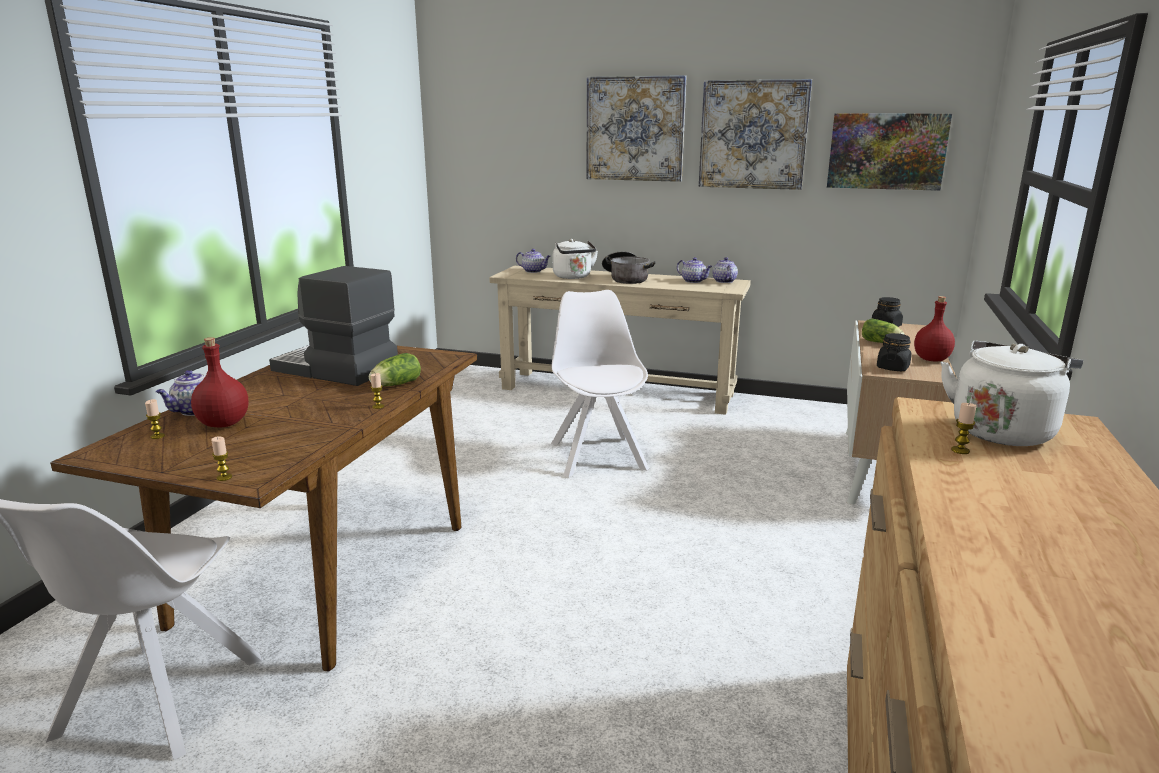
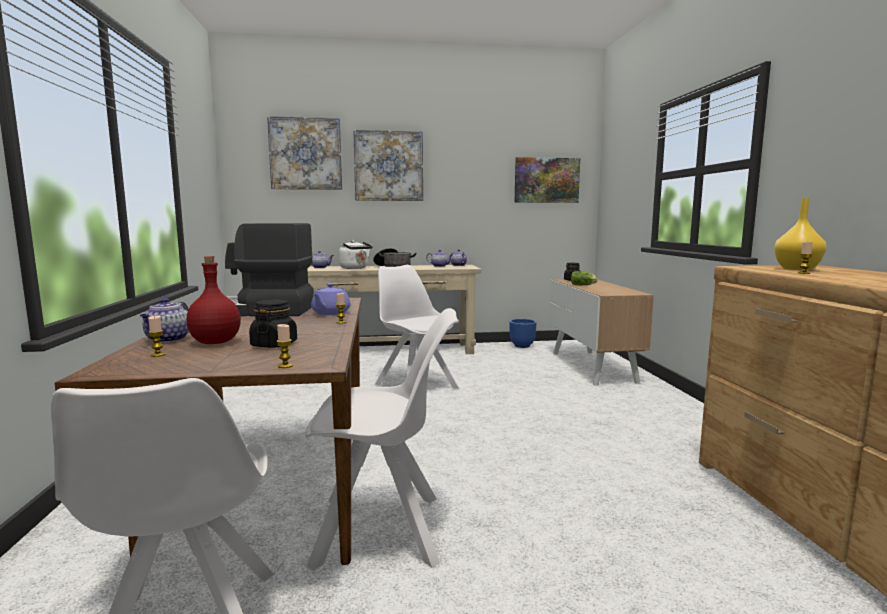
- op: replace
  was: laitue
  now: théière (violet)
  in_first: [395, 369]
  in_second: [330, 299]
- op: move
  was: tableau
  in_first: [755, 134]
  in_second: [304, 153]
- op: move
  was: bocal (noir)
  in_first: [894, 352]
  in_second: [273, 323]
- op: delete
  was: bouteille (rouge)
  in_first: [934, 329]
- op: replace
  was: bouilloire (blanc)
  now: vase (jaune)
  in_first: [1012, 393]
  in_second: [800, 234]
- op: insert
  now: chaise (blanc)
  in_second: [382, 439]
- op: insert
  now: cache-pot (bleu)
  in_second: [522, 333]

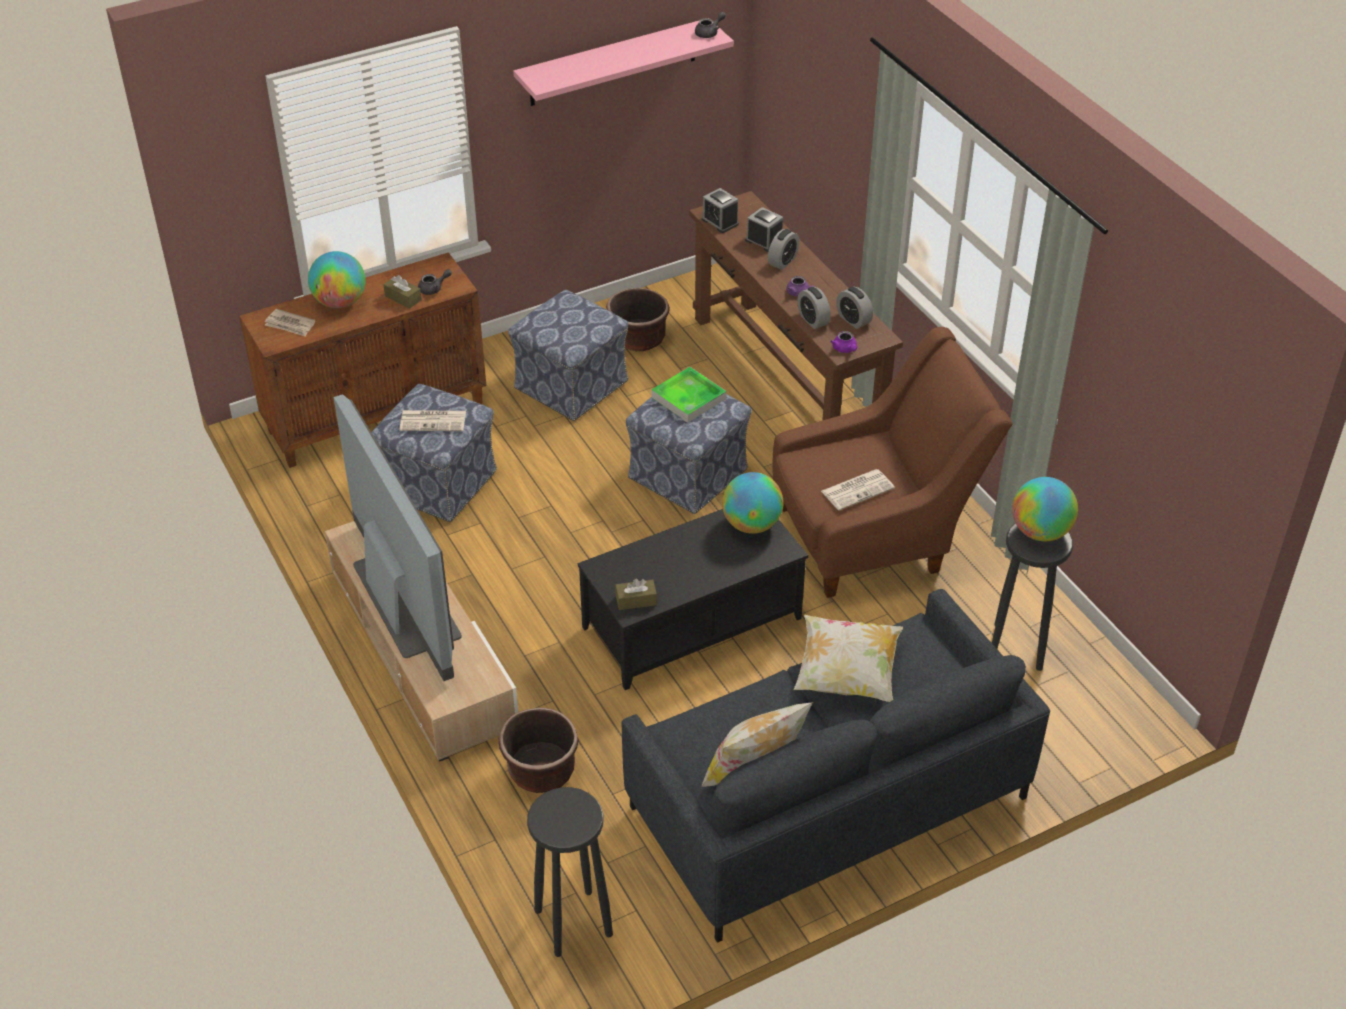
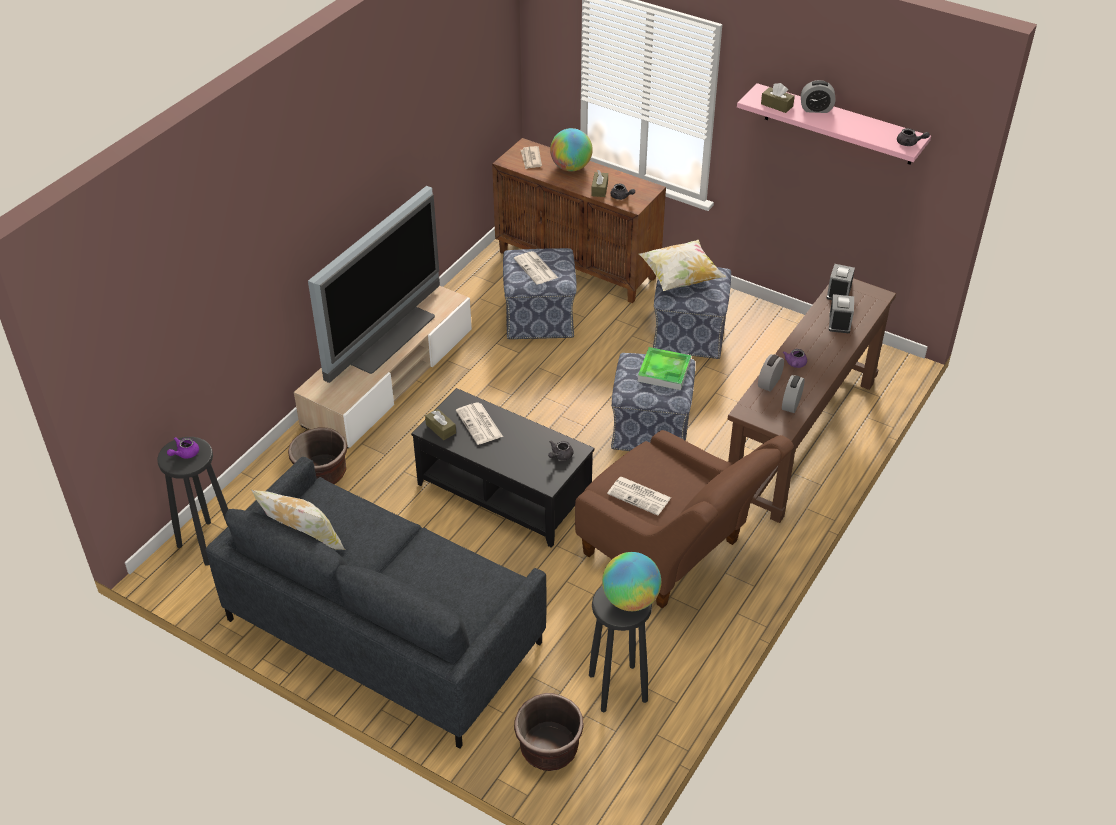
- op: move
  was: cache-pot (marron)
  in_first: [637, 319]
  in_second: [549, 732]
- op: replace
  was: globe
  now: théière (gris)
  in_first: [753, 503]
  in_second: [560, 450]
- op: move
  was: réveil
  in_first: [784, 249]
  in_second: [818, 96]
- op: move
  was: coussin
  in_first: [848, 658]
  in_second: [682, 265]
- op: move
  was: théière (violet)
  in_first: [844, 342]
  in_second: [183, 448]
- op: insert
  now: journal
  in_second: [479, 423]
- op: insert
  now: boîte à mouchoirs (marron)
  in_second: [778, 98]

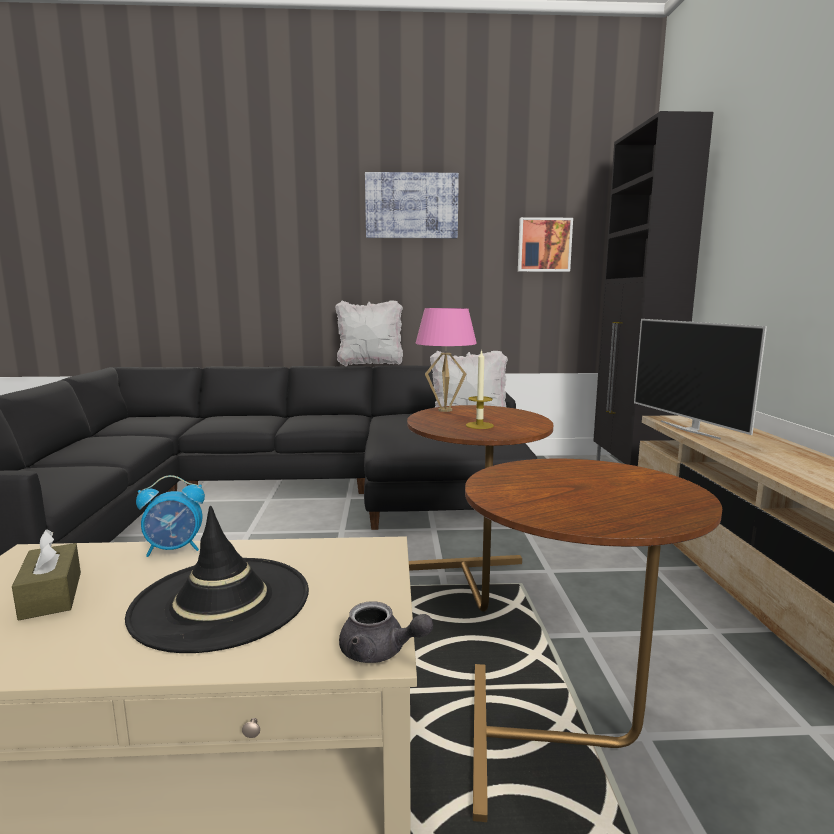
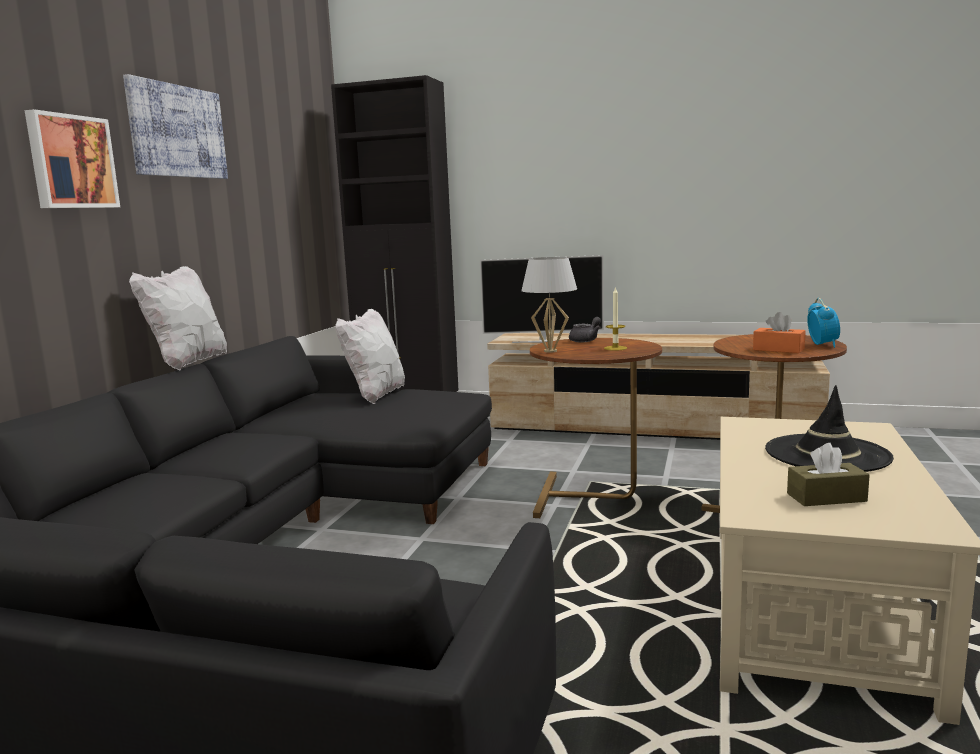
- op: move
  was: réveil
  in_first: [170, 516]
  in_second: [823, 323]
- op: move
  was: théière (gris)
  in_first: [386, 632]
  in_second: [585, 329]
- op: recolor
  was: lampe de table (rose)
  now: lampe de table (blanc)
  in_first: [446, 360]
  in_second: [549, 305]
- op: move
  was: tableau
  in_first: [545, 244]
  in_second: [72, 158]
- op: insert
  now: boîte à mouchoirs (orange)
  in_second: [779, 332]

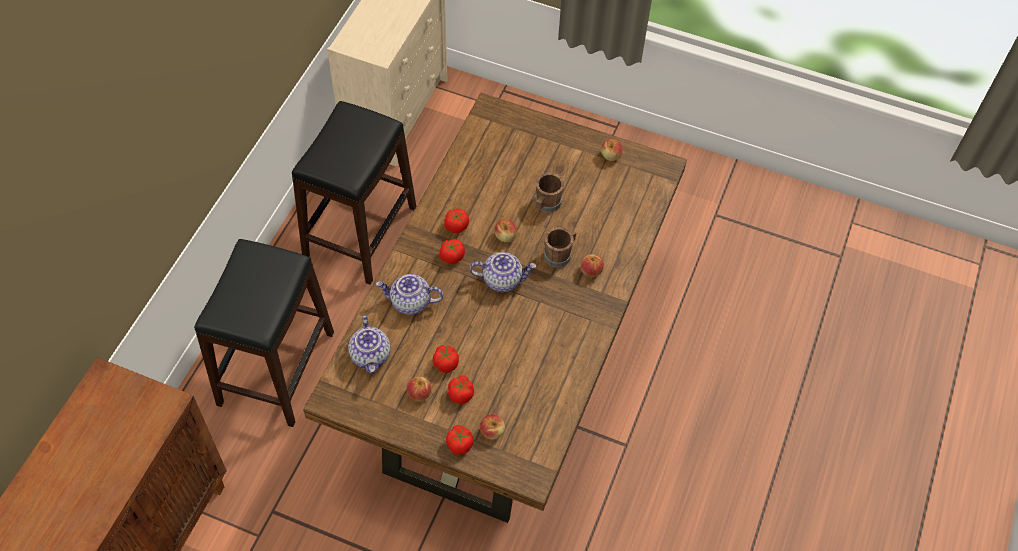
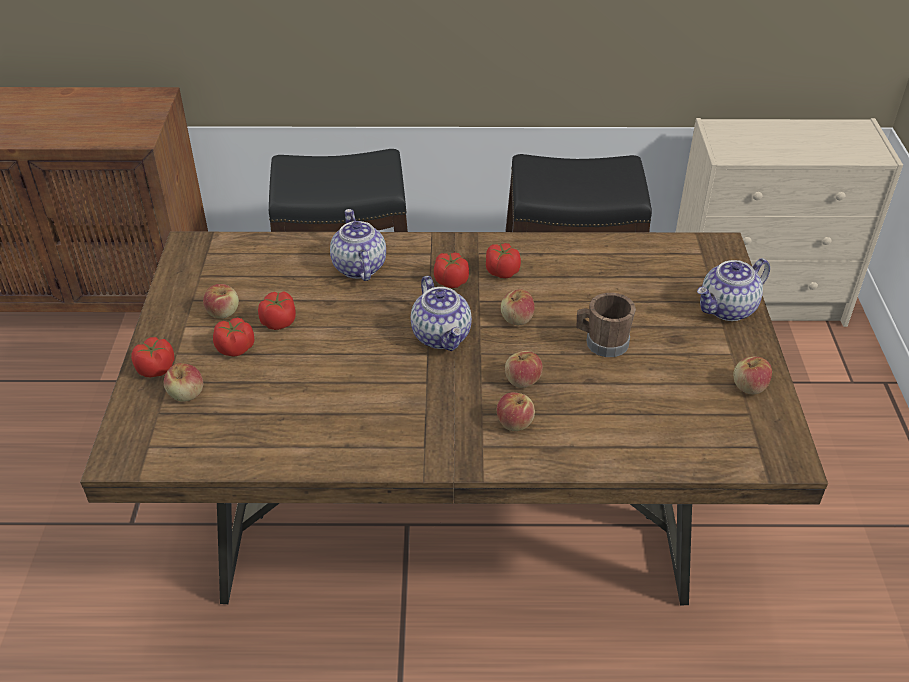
- op: move
  was: théière
  in_first: [369, 344]
  in_second: [733, 289]
- op: replace
  was: mug (marron)
  now: pomme
  in_first: [560, 247]
  in_second: [524, 369]

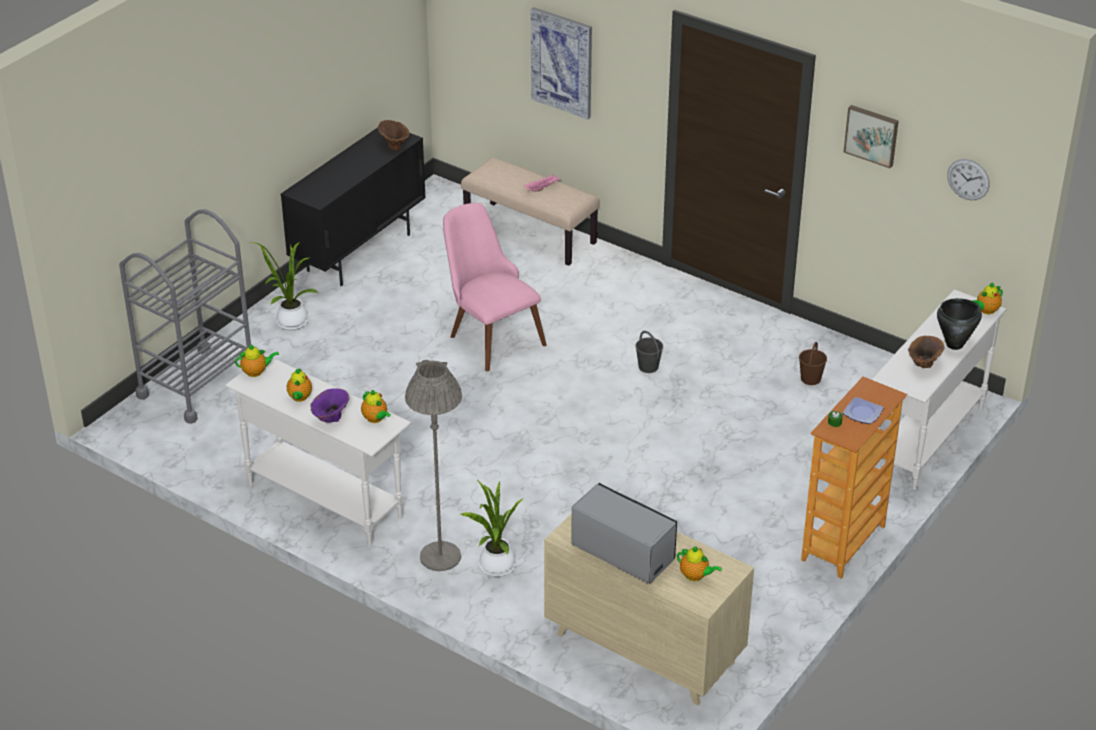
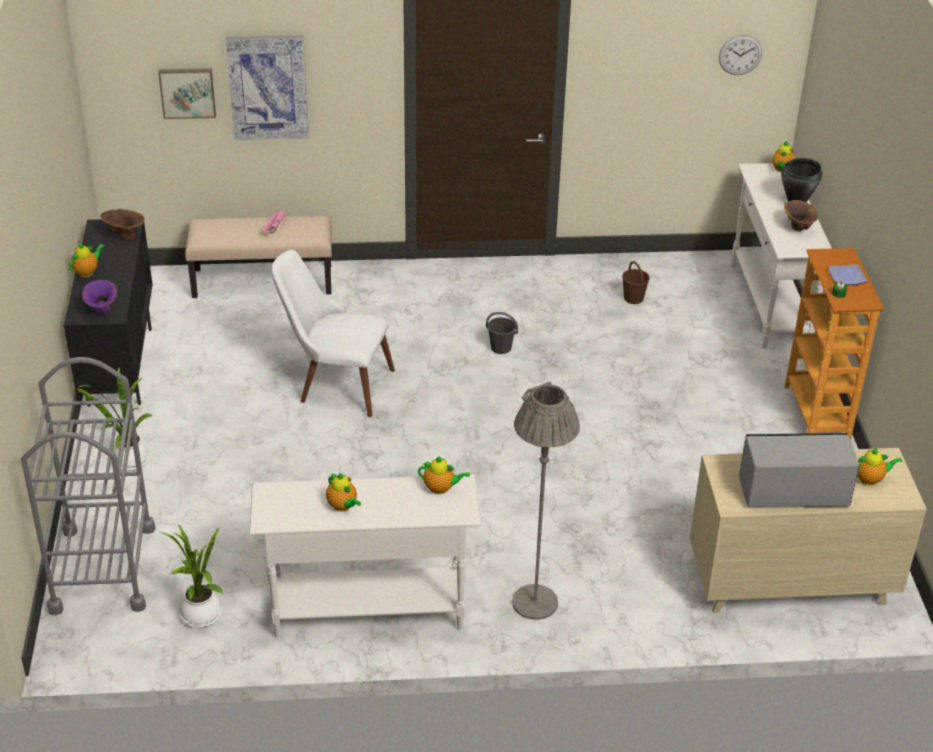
- op: move
  was: théière
  in_first: [257, 360]
  in_second: [86, 259]
- op: move
  was: vase (violet)
  in_first: [329, 405]
  in_second: [99, 297]
- op: recolor
  was: chaise (rose)
  now: chaise (blanc)
  in_first: [494, 287]
  in_second: [333, 333]
- op: move
  was: plante en pot
  in_first: [493, 528]
  in_second: [191, 576]
- op: move
  was: tableau
  in_first: [871, 136]
  in_second: [187, 93]

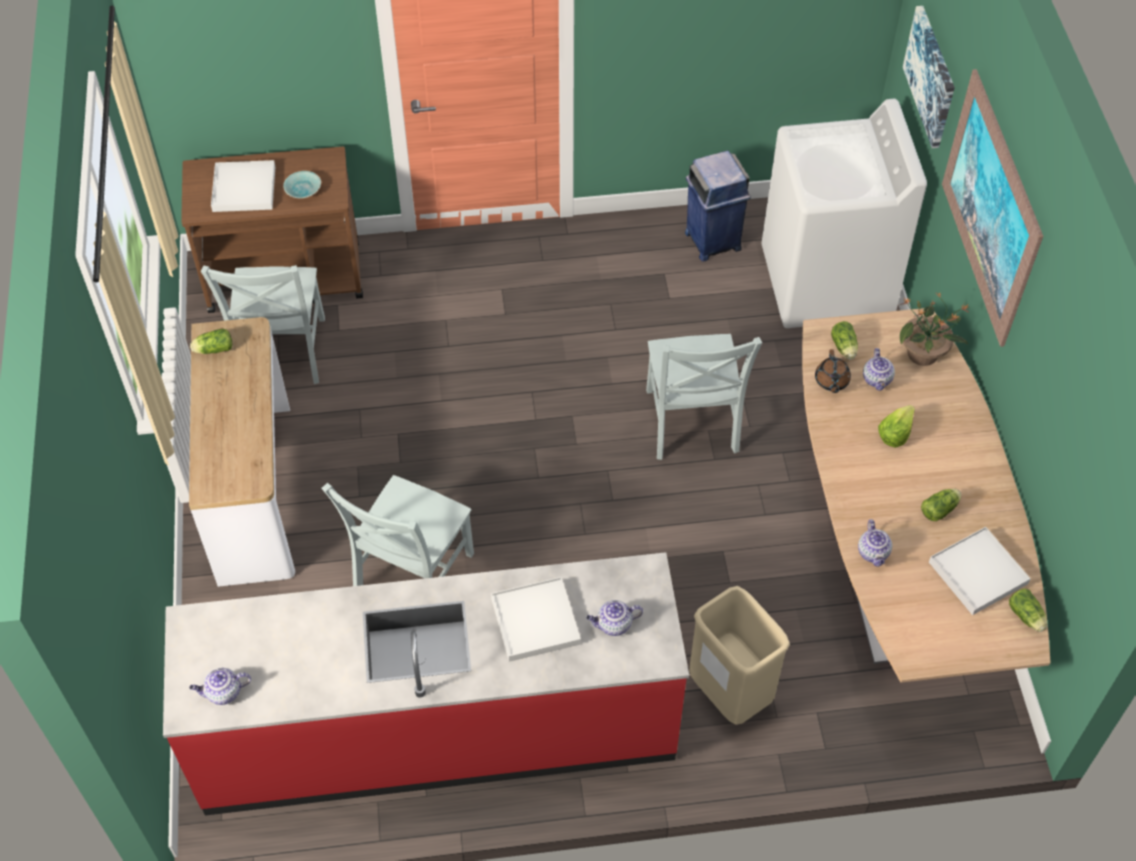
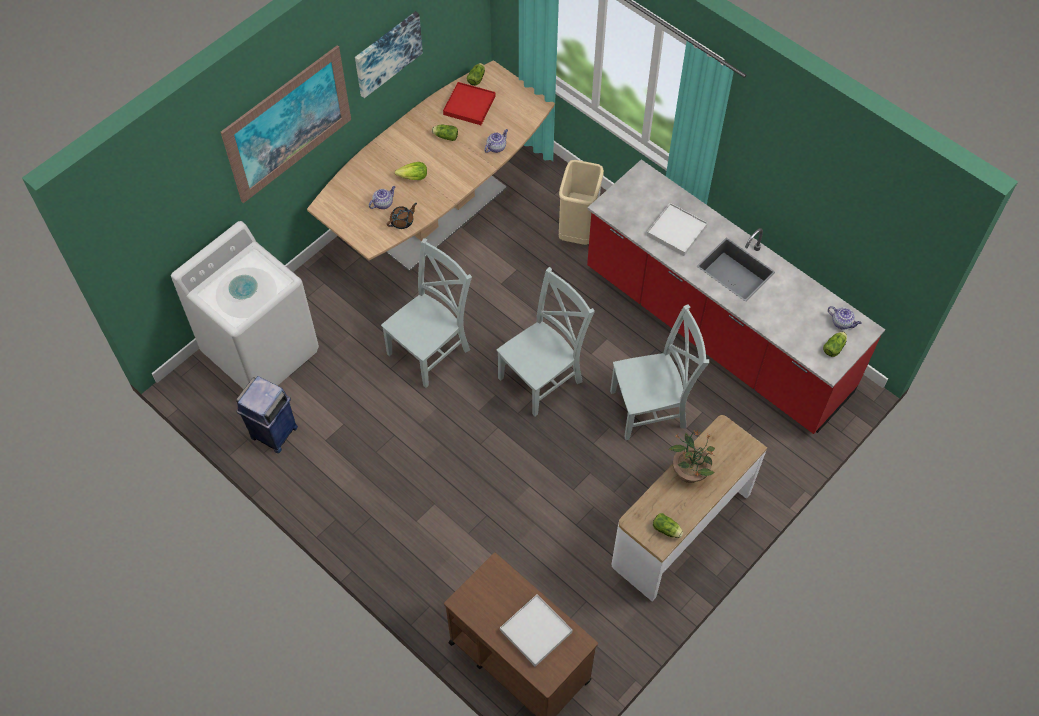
- op: move
  was: chaise (gris)
  in_first: [263, 324]
  in_second: [545, 341]
- op: move
  was: bol (turquoise)
  in_first: [302, 184]
  in_second: [243, 287]
- op: delete
  was: théière
  in_first: [614, 618]
- op: move
  was: laitue
  in_first: [844, 340]
  in_second: [835, 344]
- op: move
  was: plante en pot
  in_first: [934, 329]
  in_second: [692, 457]
- op: move
  was: tableau
  in_first: [929, 77]
  in_second: [389, 54]
- op: recolor
  was: plateau (blanc)
  now: plateau (rouge)
  in_first: [980, 571]
  in_second: [469, 103]

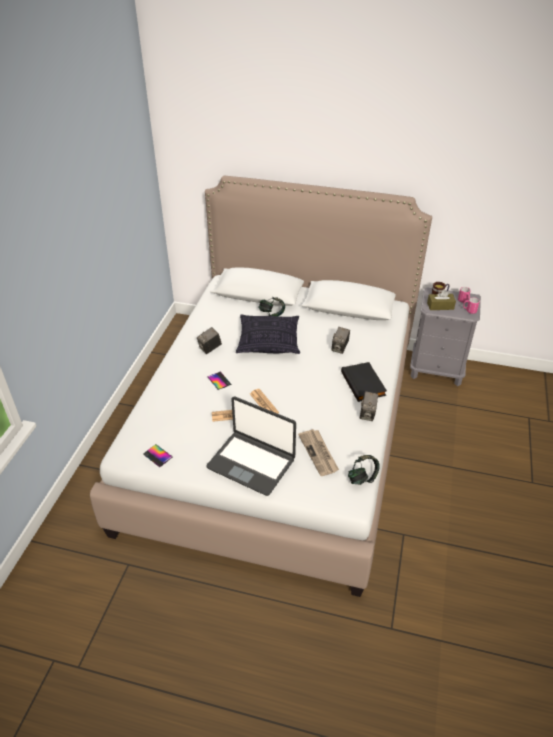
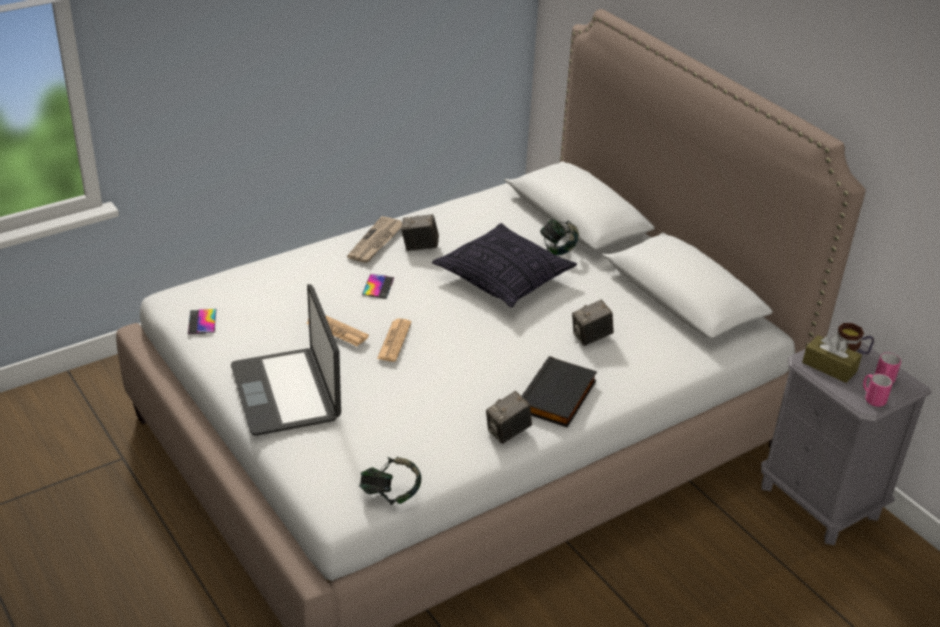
- op: move
  was: journal
  in_first: [318, 452]
  in_second: [374, 239]

